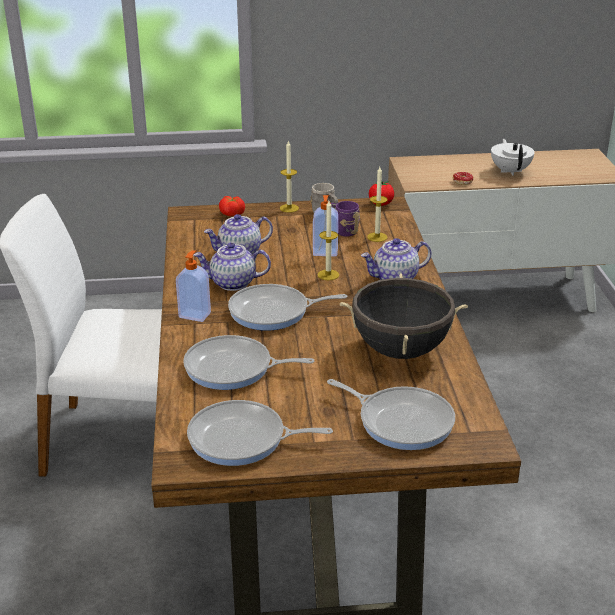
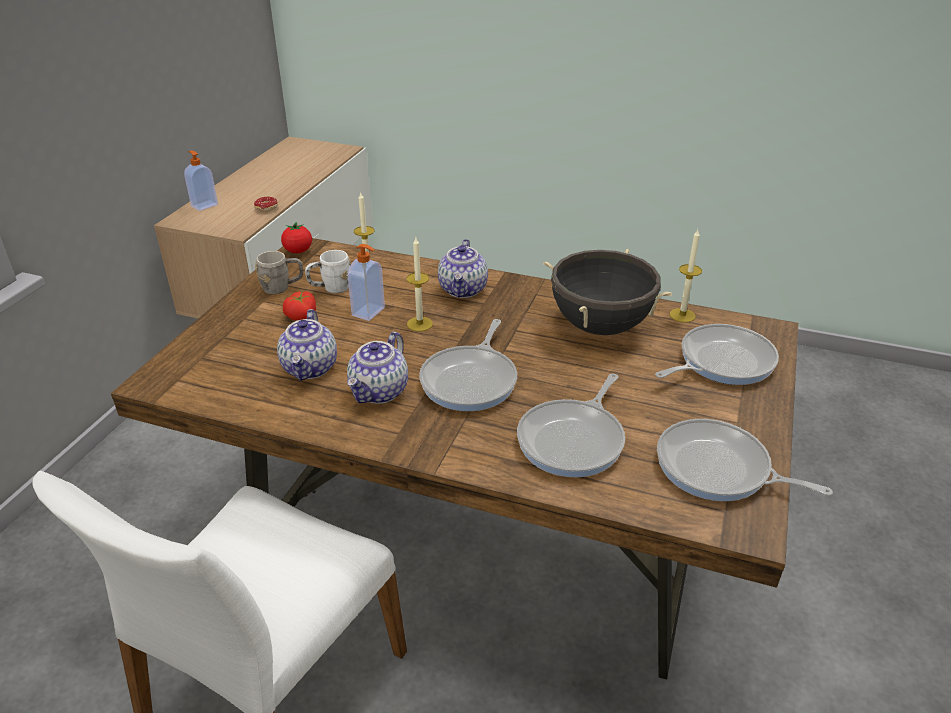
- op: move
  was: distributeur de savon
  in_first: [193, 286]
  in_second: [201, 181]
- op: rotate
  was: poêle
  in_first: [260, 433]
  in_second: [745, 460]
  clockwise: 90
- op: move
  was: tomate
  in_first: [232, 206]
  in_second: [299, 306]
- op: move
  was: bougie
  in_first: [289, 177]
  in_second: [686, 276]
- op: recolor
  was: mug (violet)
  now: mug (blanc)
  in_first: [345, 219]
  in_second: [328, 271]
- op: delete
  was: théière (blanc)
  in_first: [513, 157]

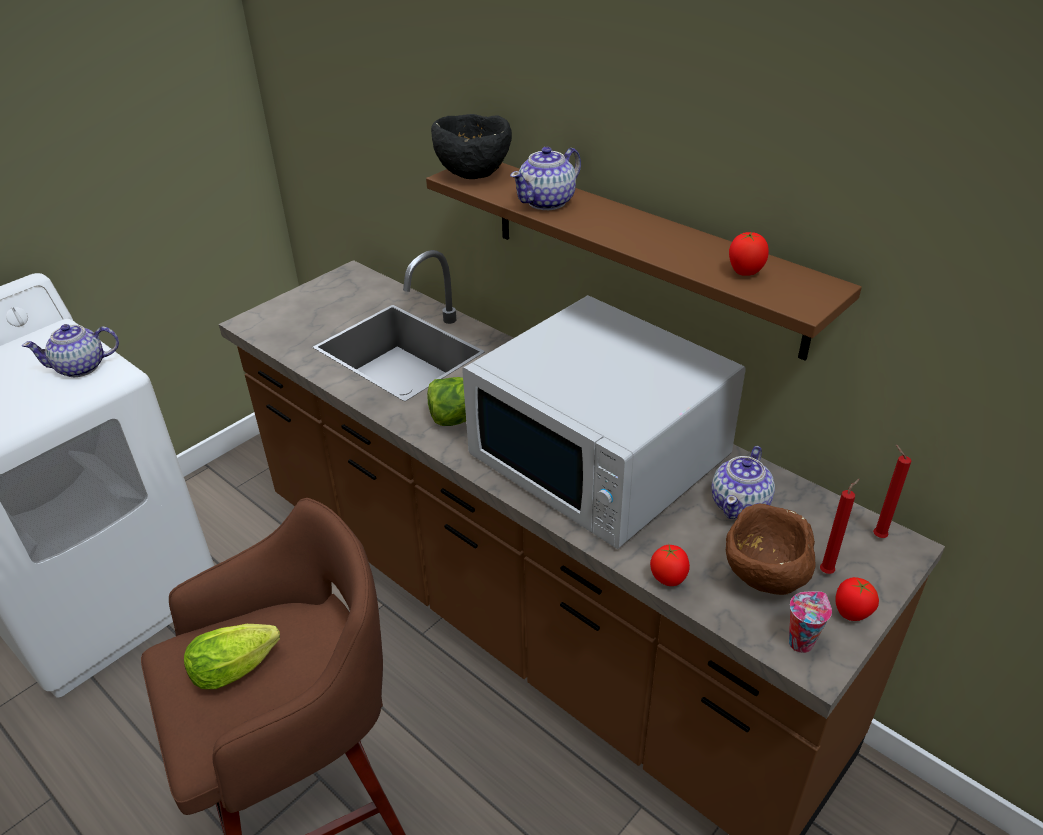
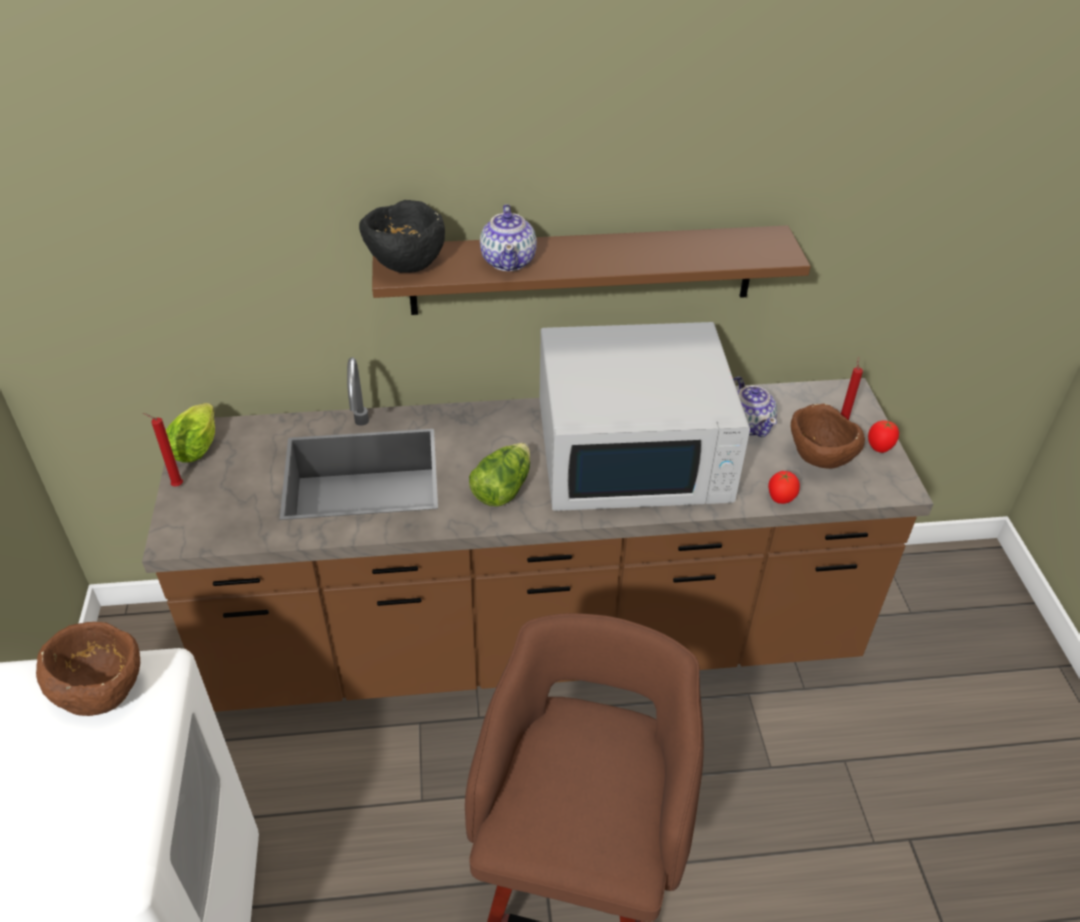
- op: replace
  was: théière
  now: bol (marron)
  in_first: [70, 350]
  in_second: [88, 669]
- op: move
  was: laitue
  in_first: [232, 656]
  in_second: [190, 433]
- op: delete
  was: tomate
  in_first: [749, 254]
- op: delete
  was: tasse
  in_first: [810, 622]
- op: move
  was: bougie (rouge)
  in_first: [892, 491]
  in_second: [163, 449]

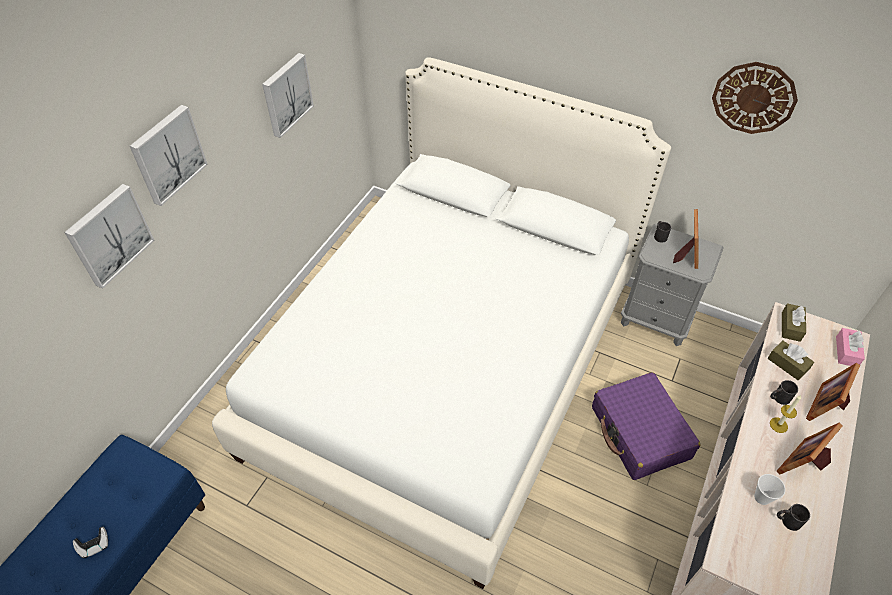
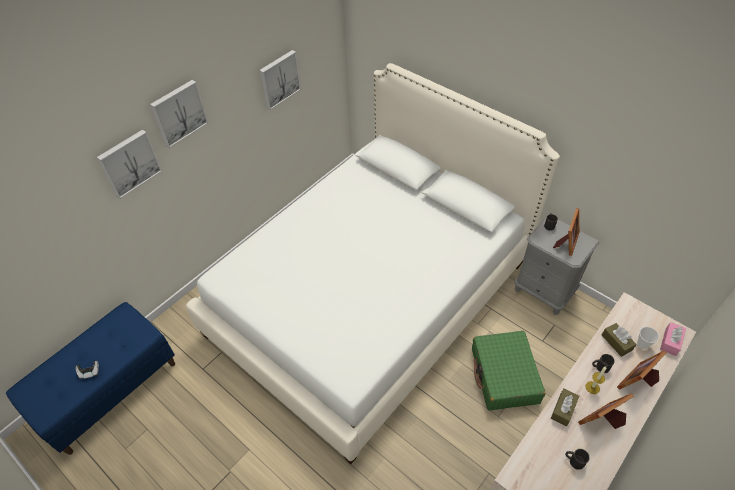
- op: recolor
  was: valise (violet)
  now: valise (vert)
  in_first: [646, 426]
  in_second: [508, 371]
- op: delete
  was: horloge murale
  in_first: [755, 98]
- op: move
  was: tasse
  in_first: [770, 489]
  in_second: [648, 338]
- op: move
  was: boîte à mouchoirs (marron)
  in_first: [794, 322]
  in_second: [565, 407]

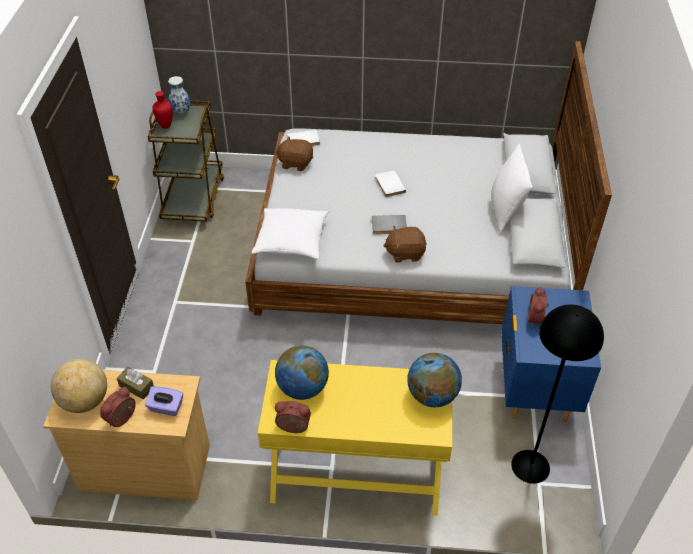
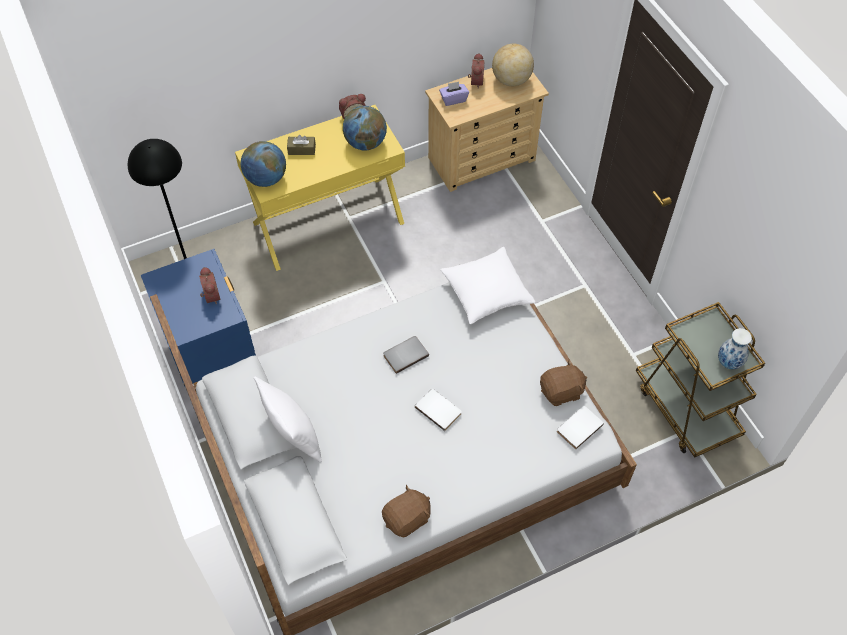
- op: move
  was: boîte à mouchoirs (marron)
  in_first: [135, 383]
  in_second: [301, 145]
- op: delete
  was: vase (rouge)
  in_first: [163, 110]
- op: move
  was: peluche (marron)
  in_first: [405, 243]
  in_second: [406, 511]

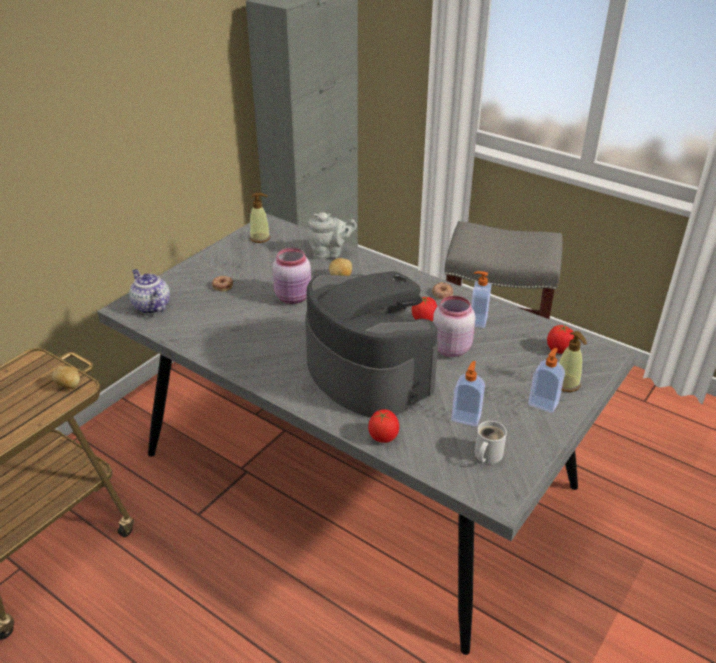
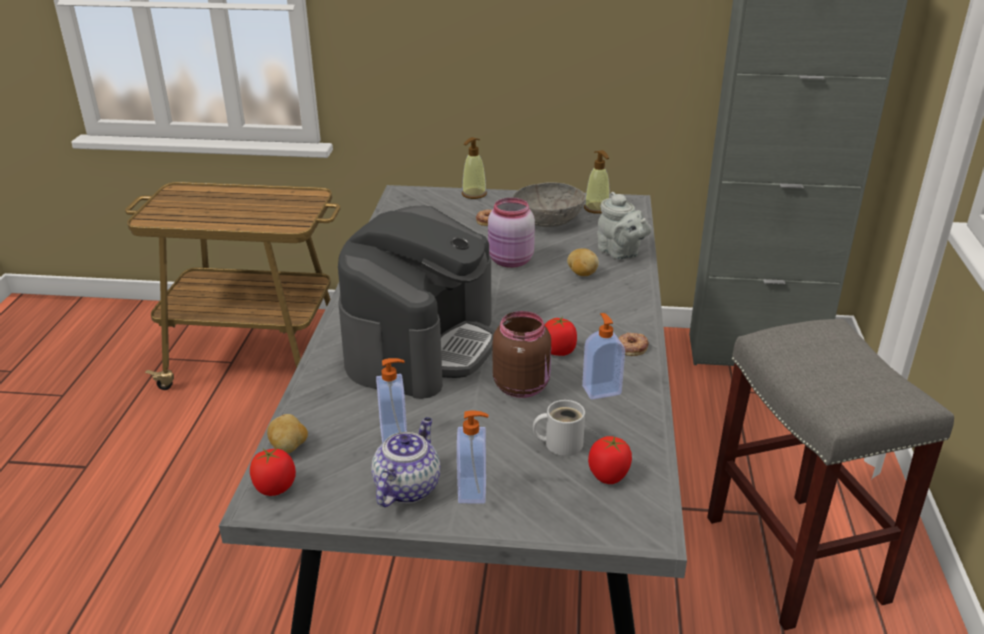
- op: move
  was: pomme de terre
  in_first: [66, 377]
  in_second: [287, 433]
- op: move
  was: théière
  in_first: [149, 291]
  in_second: [405, 462]
- op: move
  was: tomate
  in_first: [383, 426]
  in_second: [273, 471]
- op: recolor
  was: bocal (rose)
  now: bocal (marron)
  in_first: [454, 326]
  in_second: [522, 354]
- op: move
  was: mug (blanc)
  in_first: [490, 442]
  in_second: [559, 428]
- op: move
  was: distributeur de savon
  in_first: [573, 361]
  in_second: [474, 168]
- op: insert
  now: bol (gris)
  in_second: [549, 204]

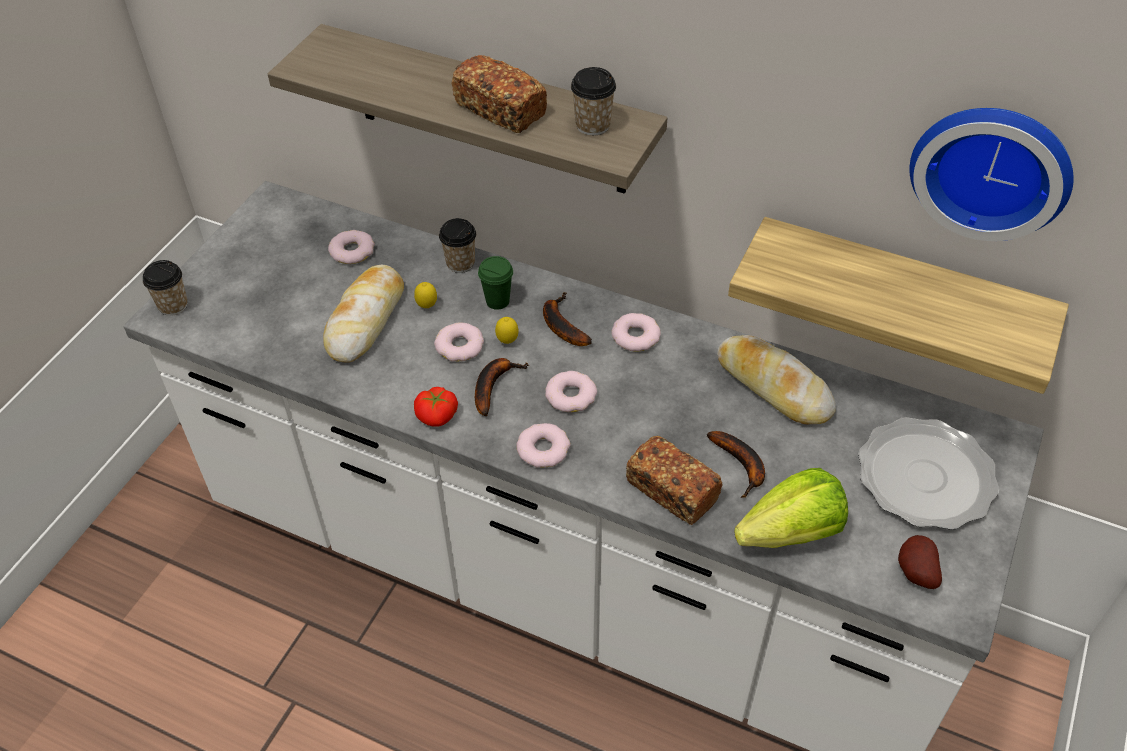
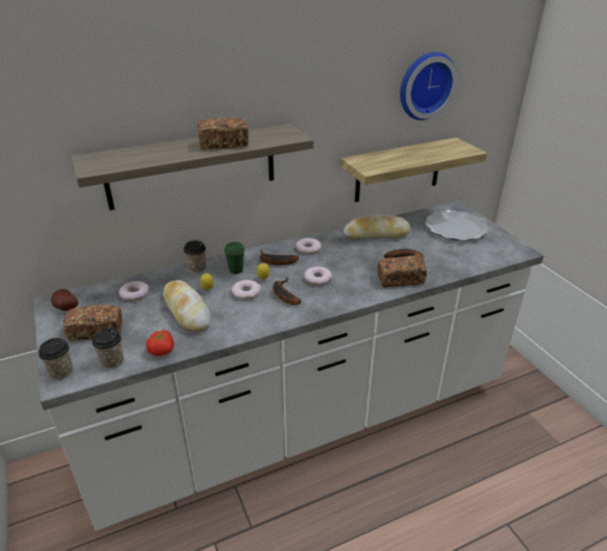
- op: move
  was: tomate
  in_first: [436, 407]
  in_second: [160, 343]
- op: delete
  was: beignet
  in_first: [543, 445]
- op: move
  was: tasse
  in_first: [593, 101]
  in_second: [108, 348]
- op: delete
  was: laitue
  in_first: [791, 508]
- op: move
  was: pomme de terre
  in_first: [920, 562]
  in_second: [64, 300]
- op: insert
  now: pain
  in_second: [92, 323]

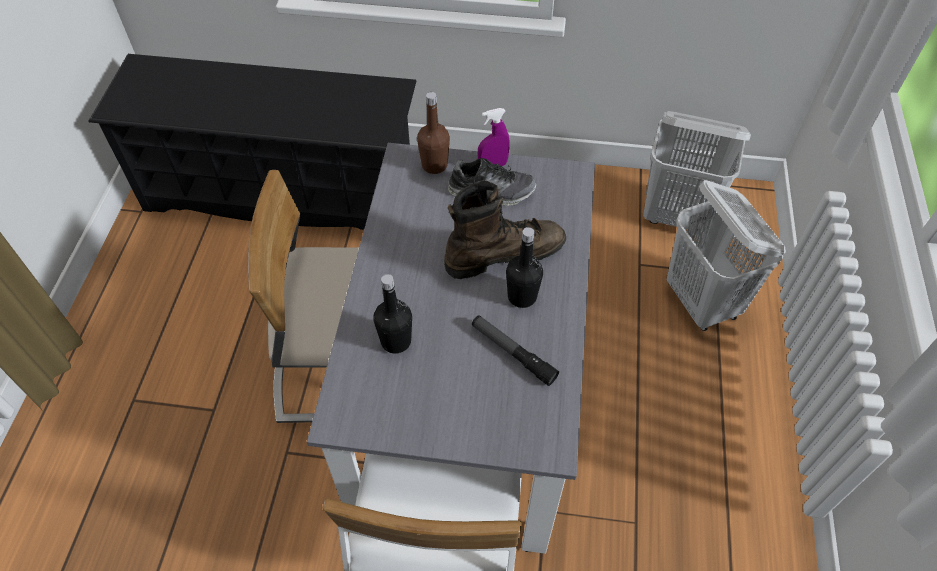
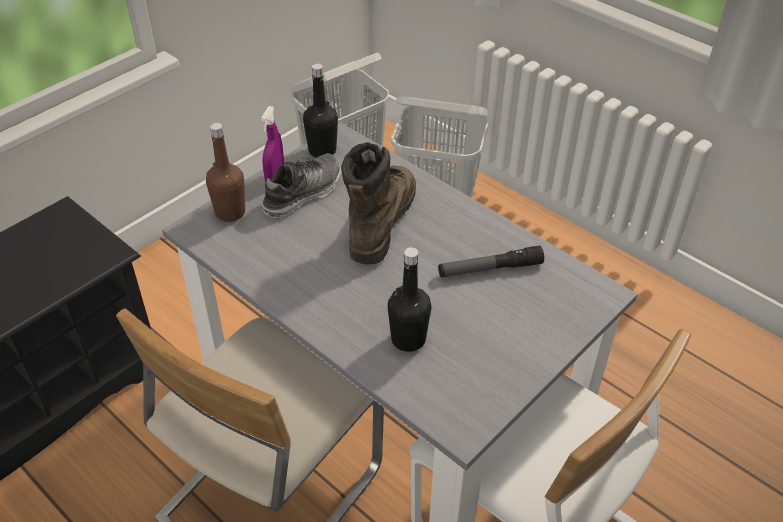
- op: move
  was: bouteille (noir)
  in_first: [524, 267]
  in_second: [320, 110]

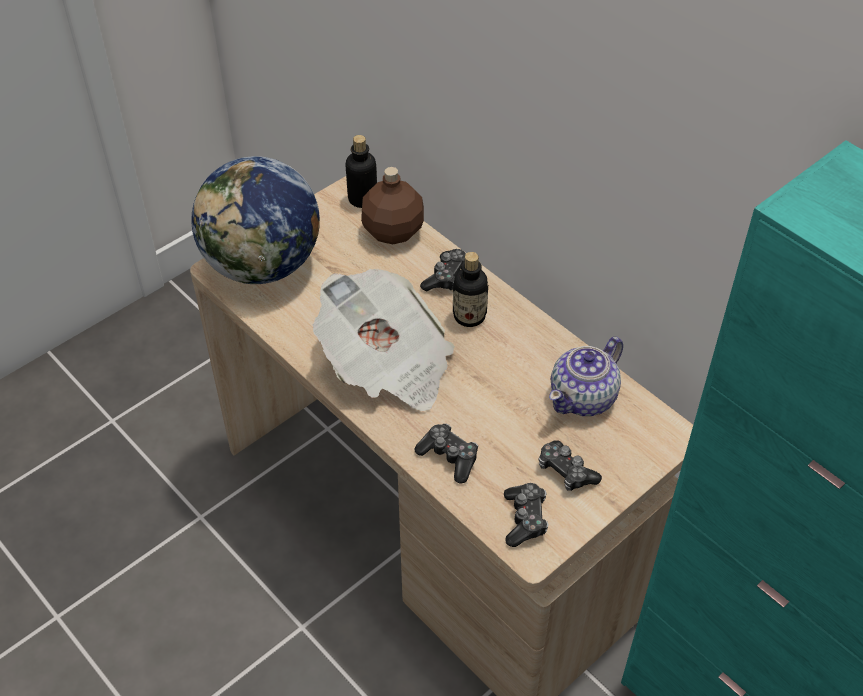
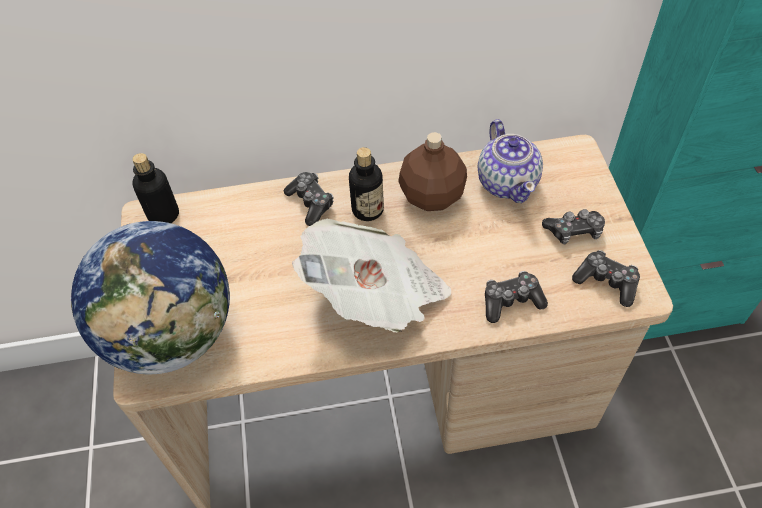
- op: move
  was: bouteille (marron)
  in_first: [392, 206]
  in_second: [432, 171]

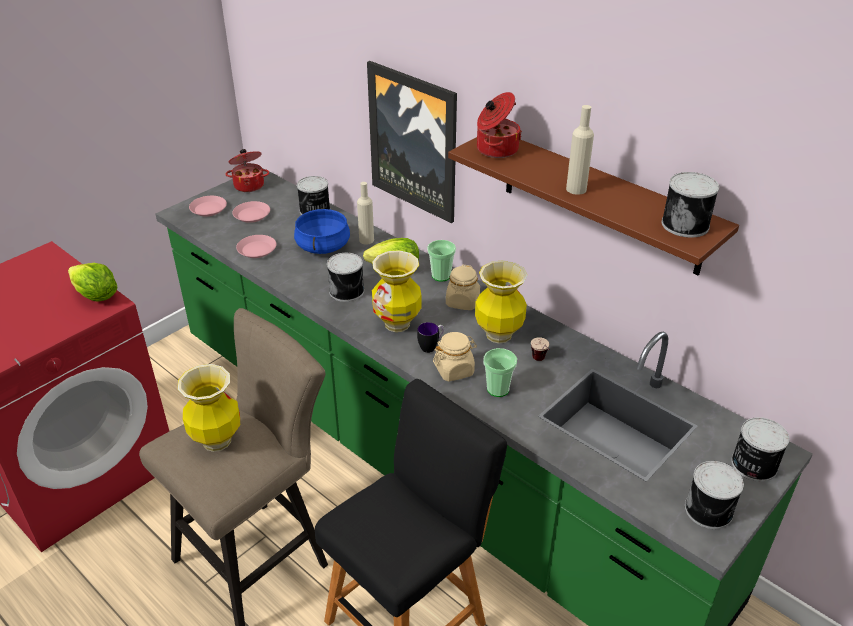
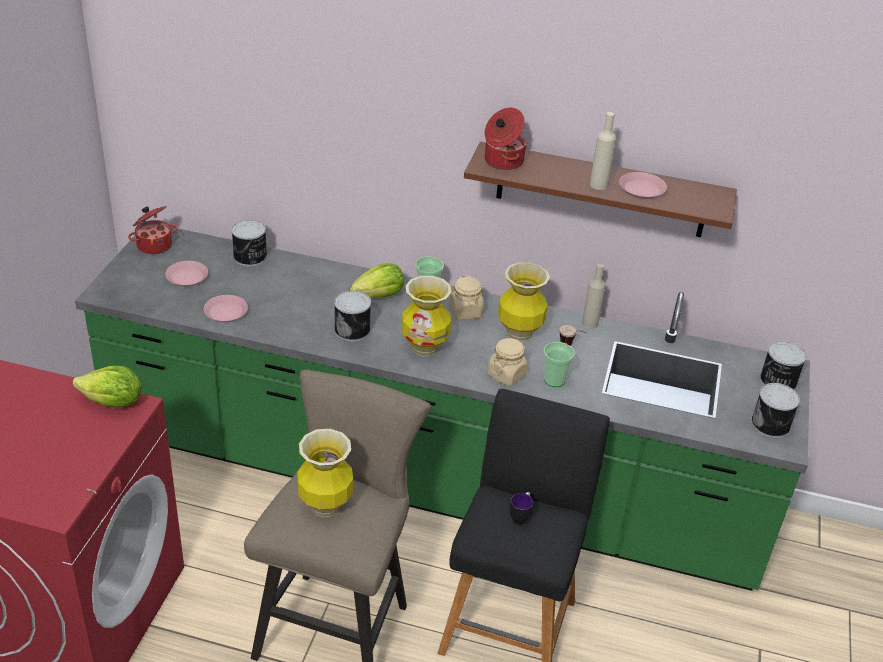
- op: move
  was: assiette (rose)
  in_first: [208, 206]
  in_second: [643, 185]
- op: delete
  was: marmite (bleu)
  in_first: [322, 231]
- op: move
  was: bouteille (beige)
  in_first: [365, 213]
  in_second: [594, 296]
- op: delete
  was: tableau
  in_first: [412, 142]
- op: move
  was: mug
  in_first: [430, 337]
  in_second: [521, 508]
- op: delete
  was: boîte métallique
  in_first: [690, 205]

